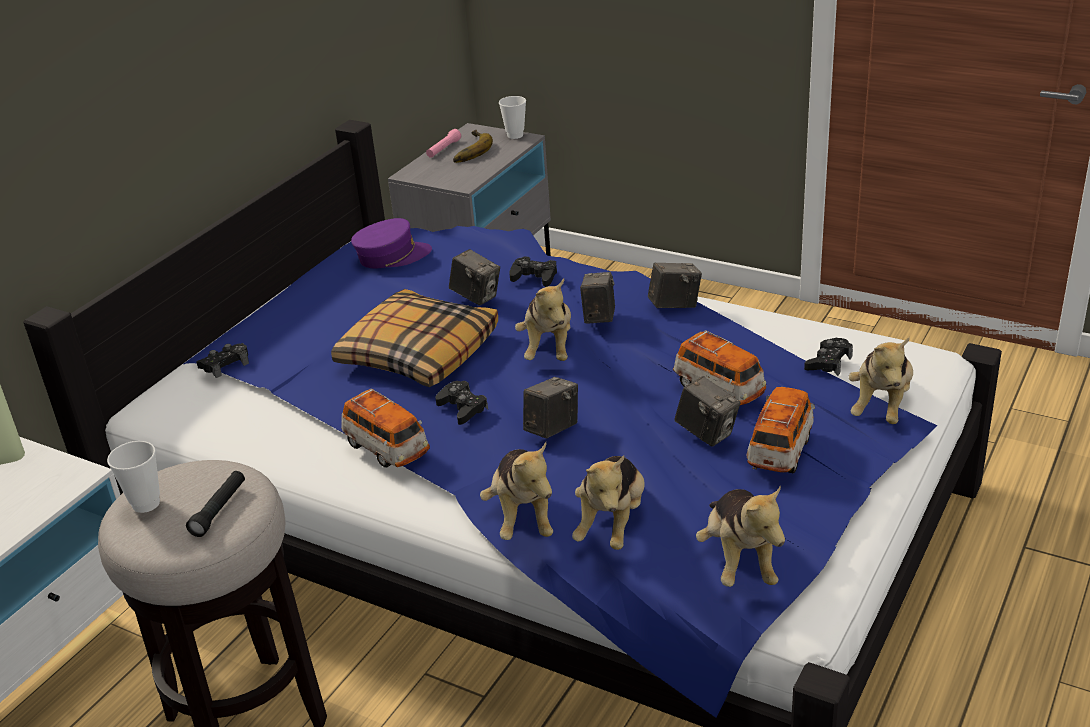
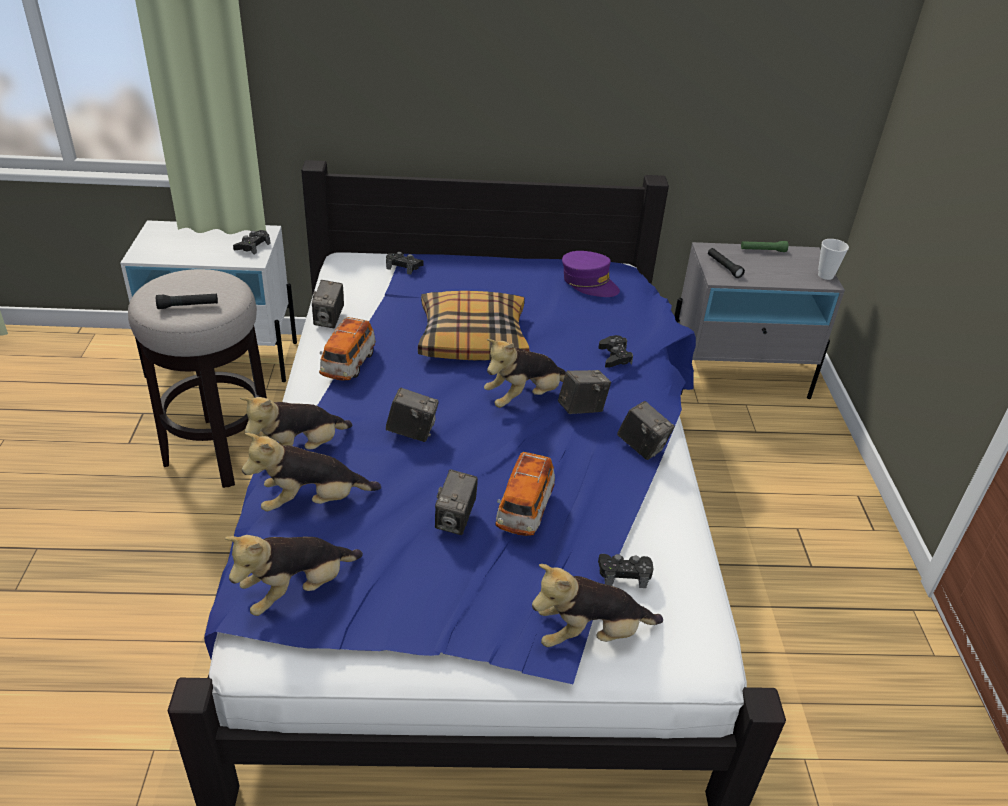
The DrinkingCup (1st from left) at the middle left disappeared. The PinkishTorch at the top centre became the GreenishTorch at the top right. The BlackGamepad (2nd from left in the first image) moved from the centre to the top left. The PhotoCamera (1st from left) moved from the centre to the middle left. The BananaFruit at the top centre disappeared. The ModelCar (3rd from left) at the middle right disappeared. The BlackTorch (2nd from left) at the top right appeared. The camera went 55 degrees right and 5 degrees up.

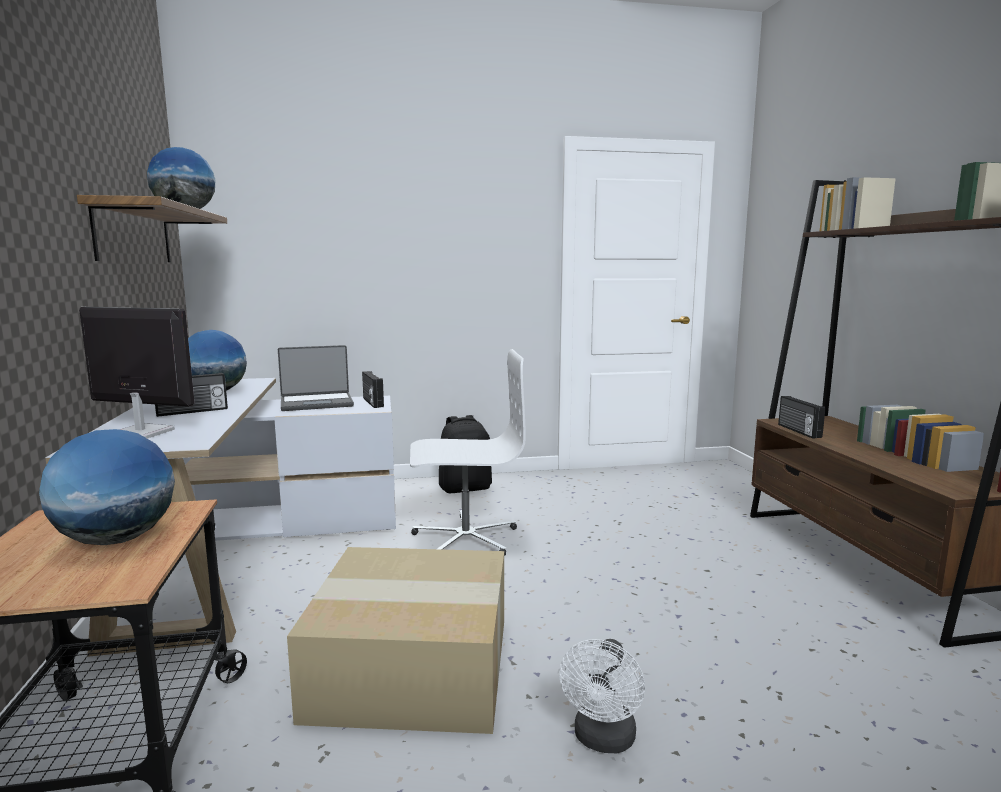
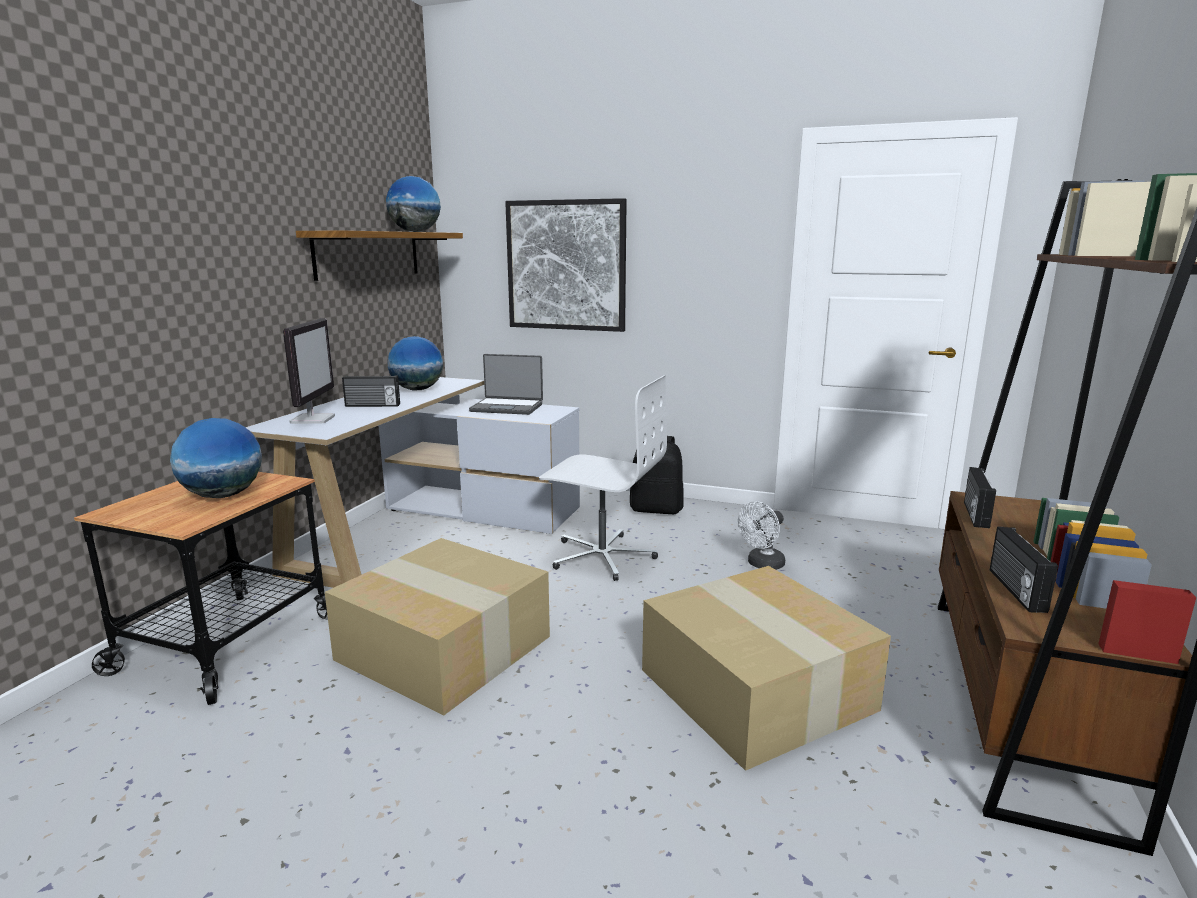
The Monitor at the middle left turned 45 degrees clockwise. The RadioReceiver (2nd from left in the first image) moved from the centre to the middle right. The WhiteElectricFan moved from the bottom centre to the centre. The WallPicture at the top centre appeared. The PackingBox (2nd from left) at the bottom centre appeared. The camera went 30 degrees right and 5 degrees up.

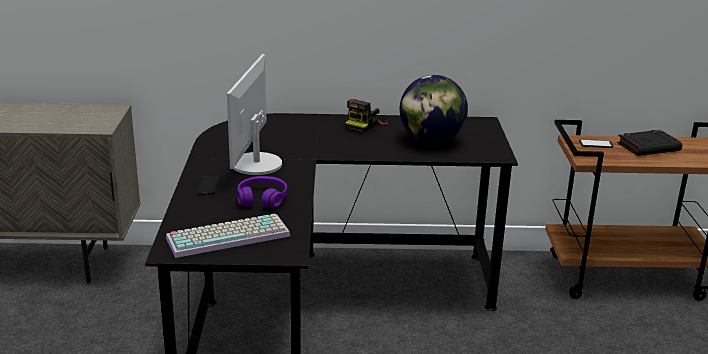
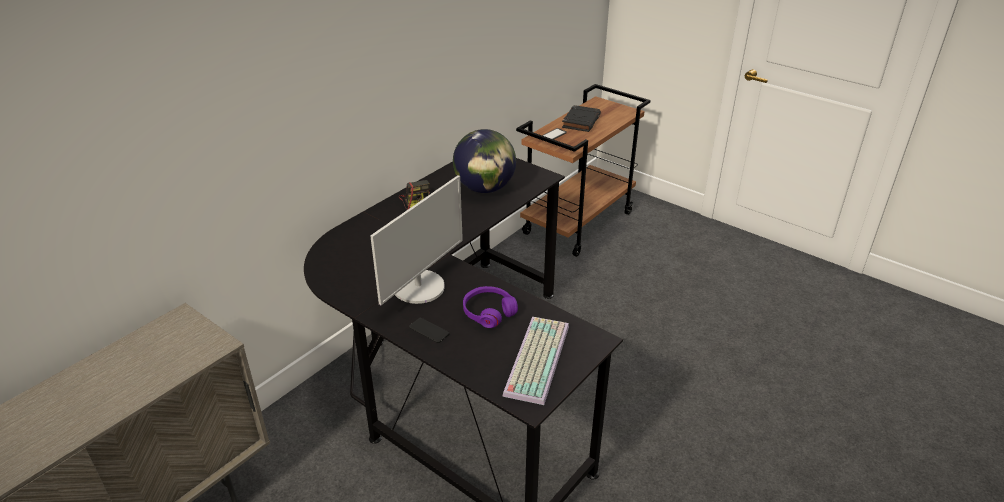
The Monitor at the top centre turned 105 degrees counterclockwise. The camera went 50 degrees left and 10 degrees up.

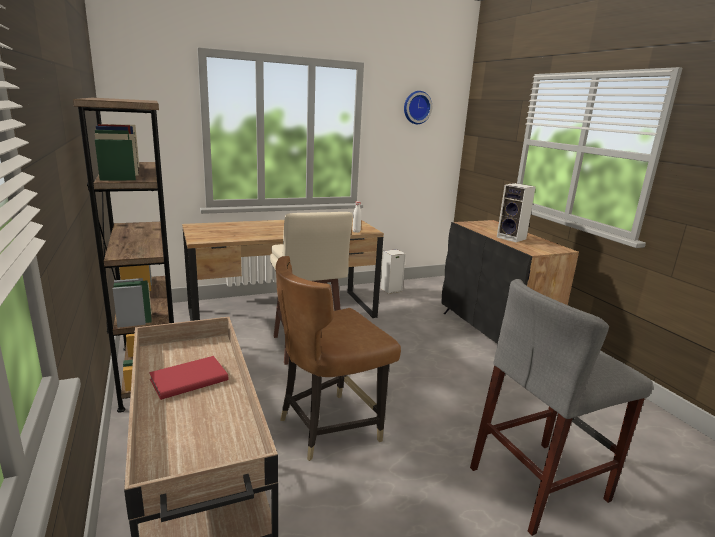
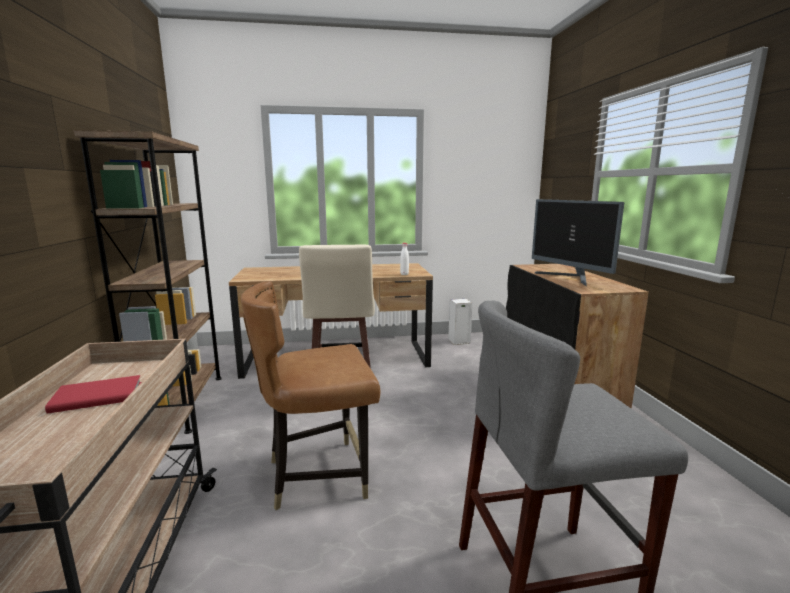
The HangingClock at the top centre disappeared. The AudioSpeaker (2nd from left) at the middle right was replaced by the Monitor at the middle right. The camera went 15 degrees right and 5 degrees down.

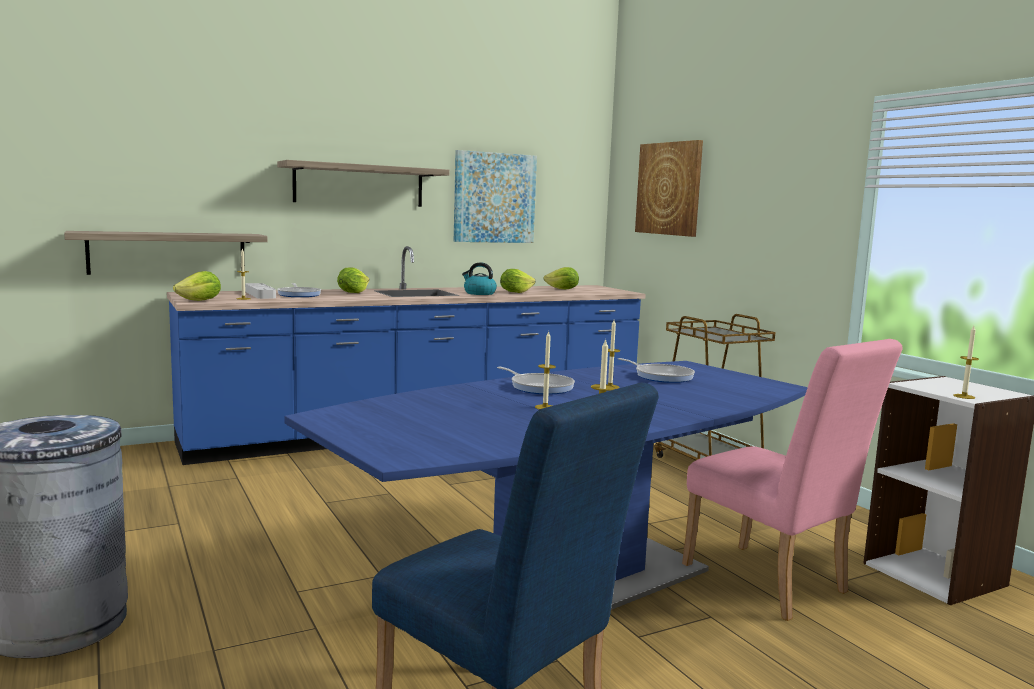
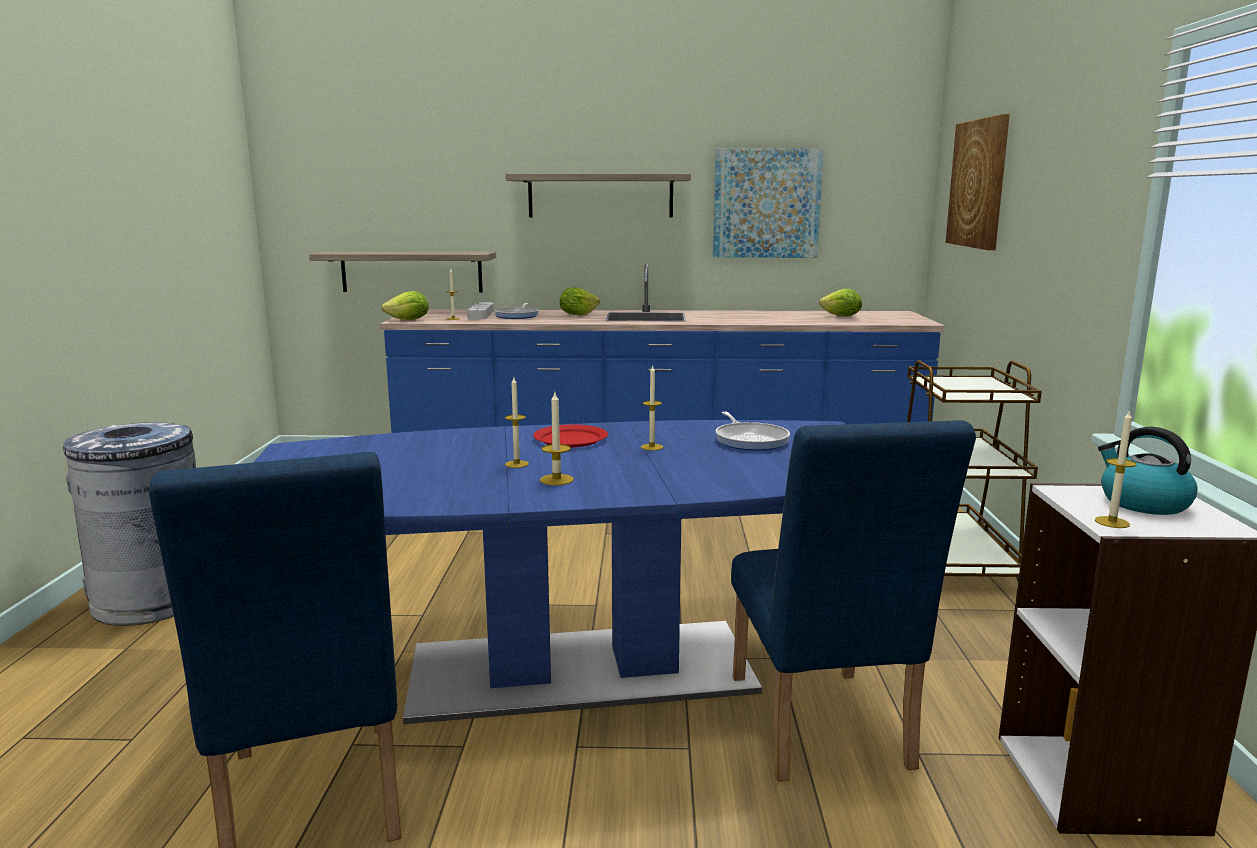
The TeaKettle moved from the centre to the middle right. The FryingPan (2nd from left) at the centre was replaced by the RedColouredDinnerPlate at the centre. The HeadOfLettuce (3rd from left) at the centre disappeared. The PinkishChair at the bottom right became the BlueColouredChair (2nd from left) at the bottom right. The camera went 30 degrees right and 5 degrees up.

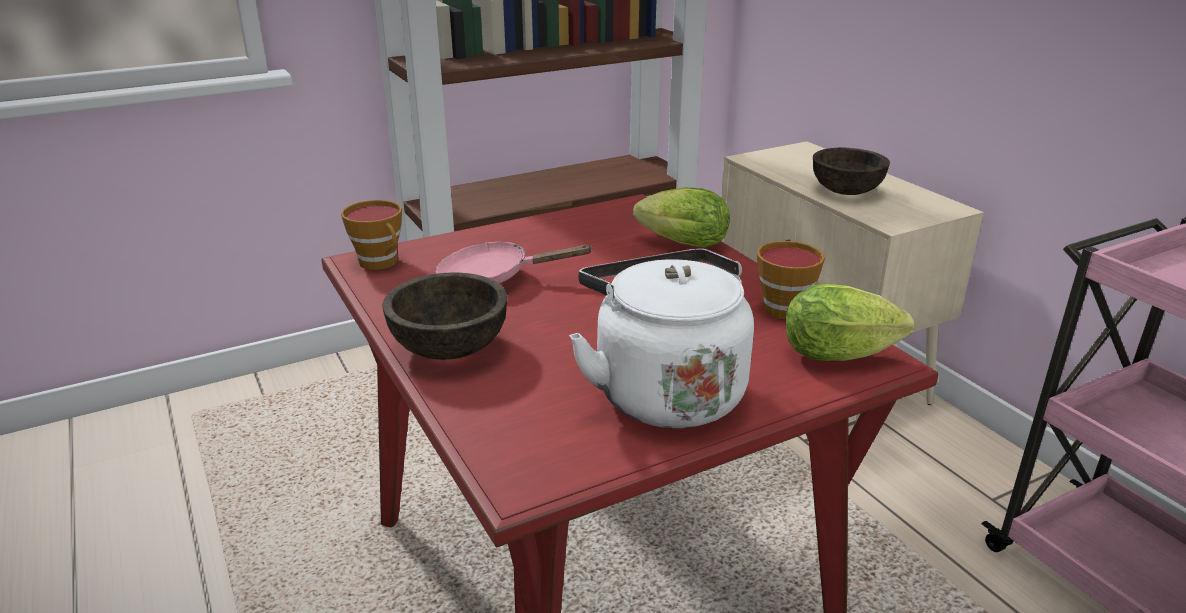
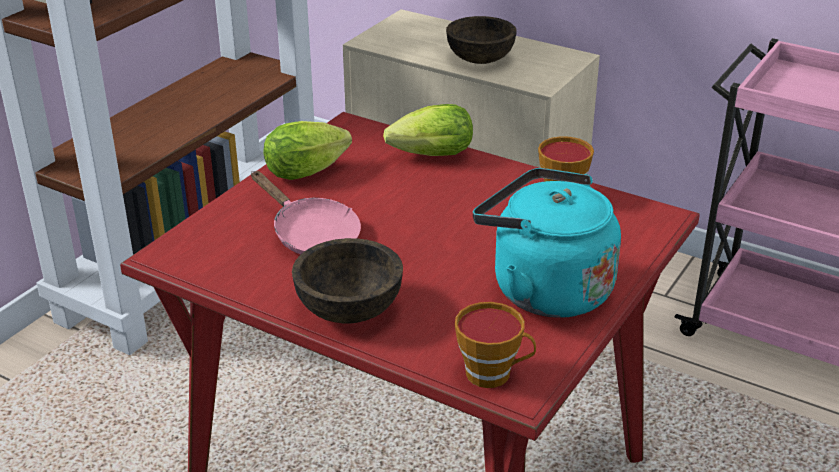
The DrinkingCup (1st from left) moved from the middle left to the bottom centre. The PinkishFryingPan at the centre turned 105 degrees counterclockwise. The WhiteTeaKettle at the centre became the TurquoiseTeaKettle at the centre. The HeadOfLettuce (2nd from left in the first image) moved from the middle right to the top centre. The camera went 30 degrees left and 5 degrees up.

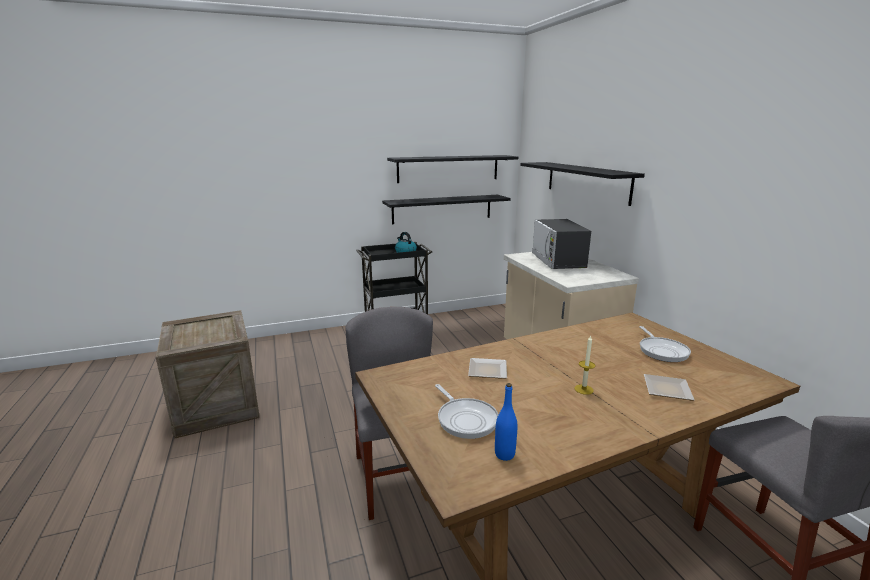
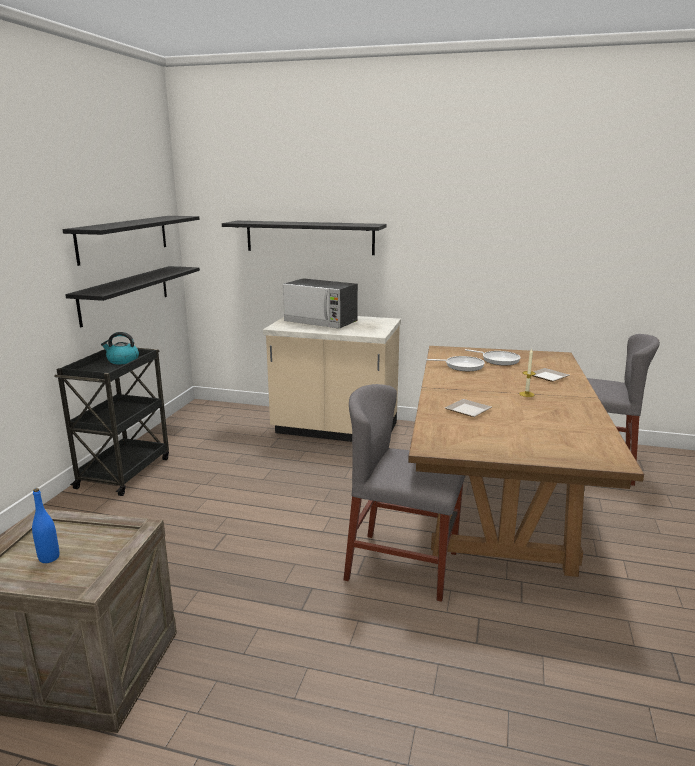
The FryingPan (1st from left) moved from the bottom centre to the centre. The BlueColouredBottle moved from the bottom centre to the bottom left. The camera went 55 degrees left and 0 degrees up.

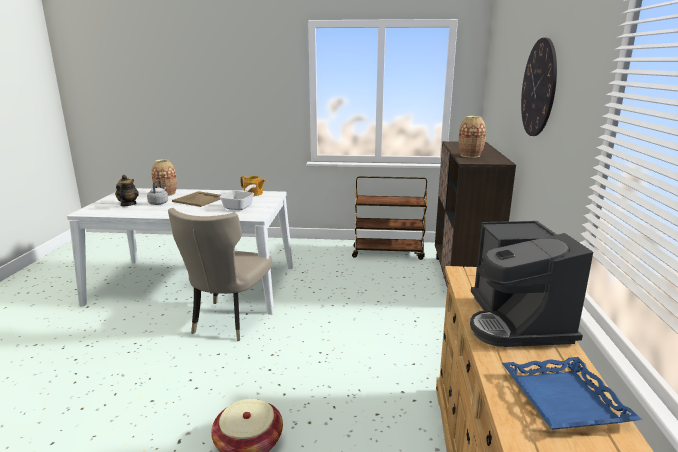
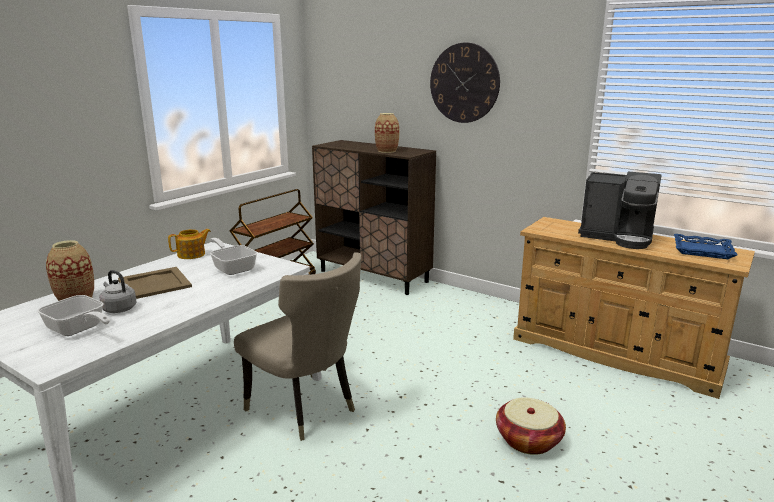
The Teapot (1st from left) at the middle left was replaced by the FryingPan (1st from left) at the middle left. The camera went 60 degrees left and 0 degrees up.

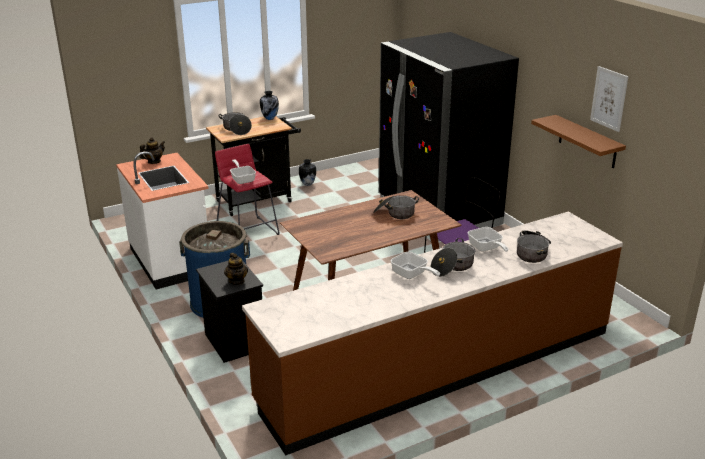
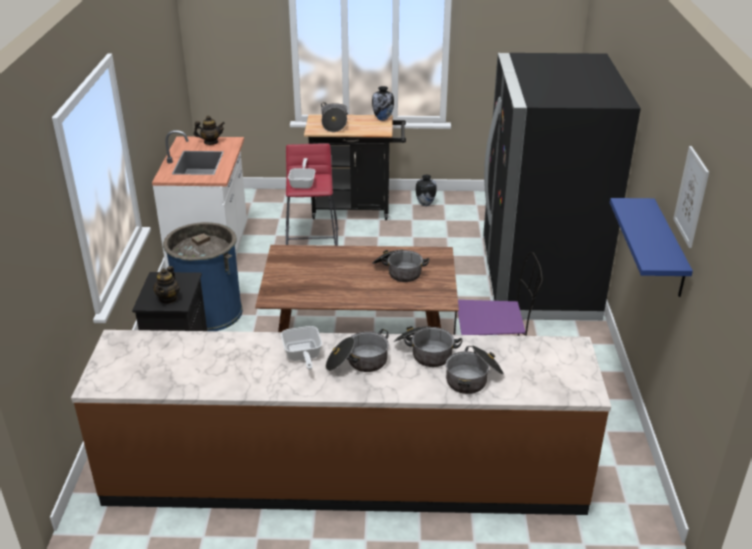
The FryingPan (3rd from left) at the middle right was replaced by the Saucepot (4th from left) at the centre. The BrownBracketShelf at the top right became the BlueColouredBracketShelf at the middle right. The camera went 30 degrees right and 5 degrees up.

